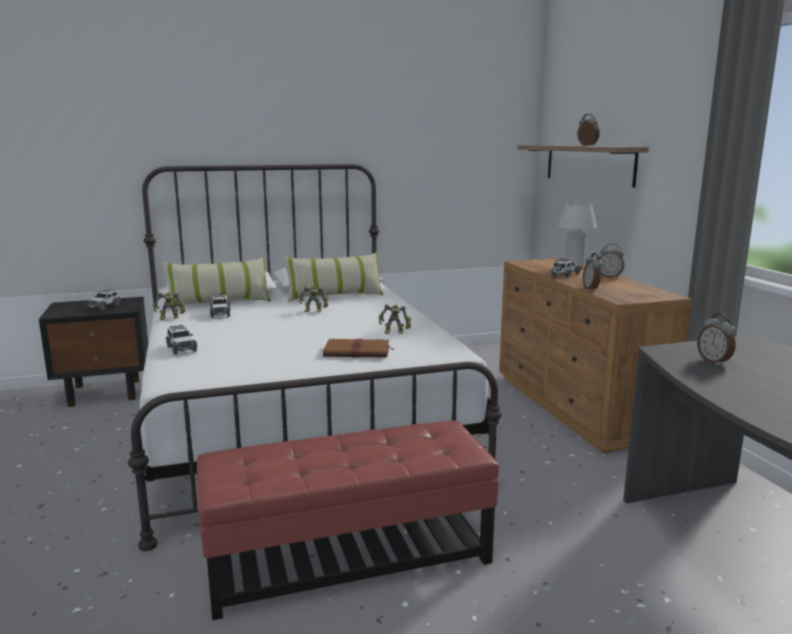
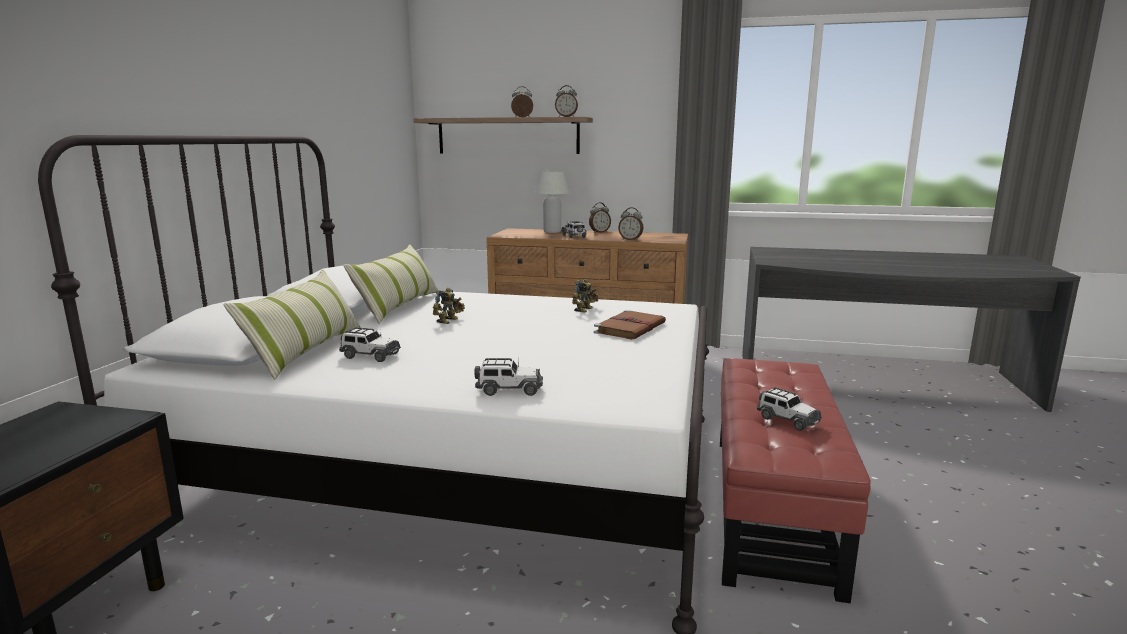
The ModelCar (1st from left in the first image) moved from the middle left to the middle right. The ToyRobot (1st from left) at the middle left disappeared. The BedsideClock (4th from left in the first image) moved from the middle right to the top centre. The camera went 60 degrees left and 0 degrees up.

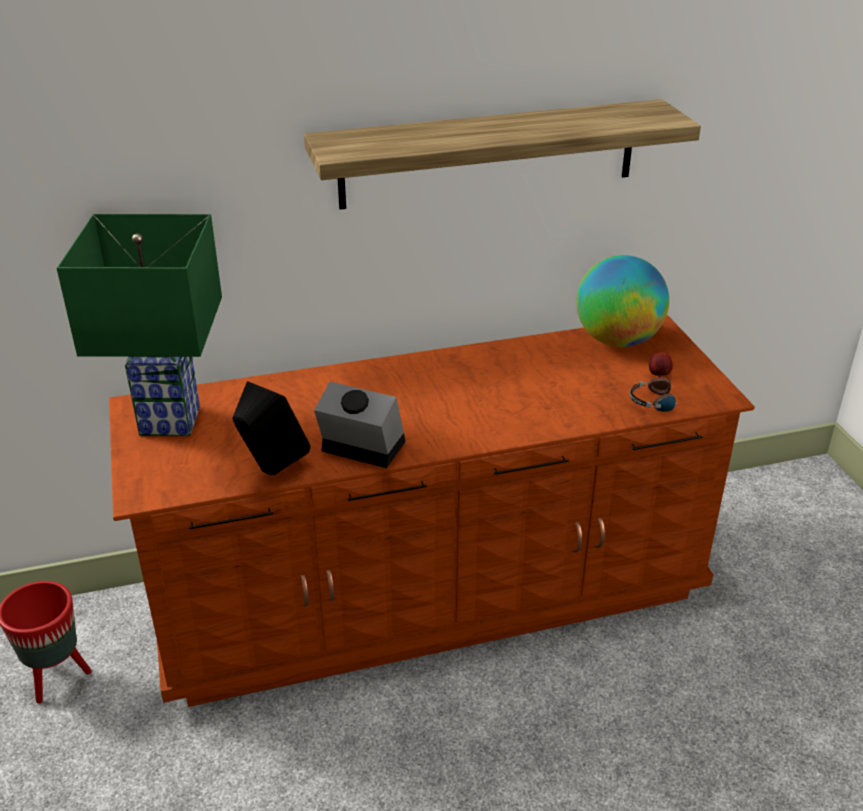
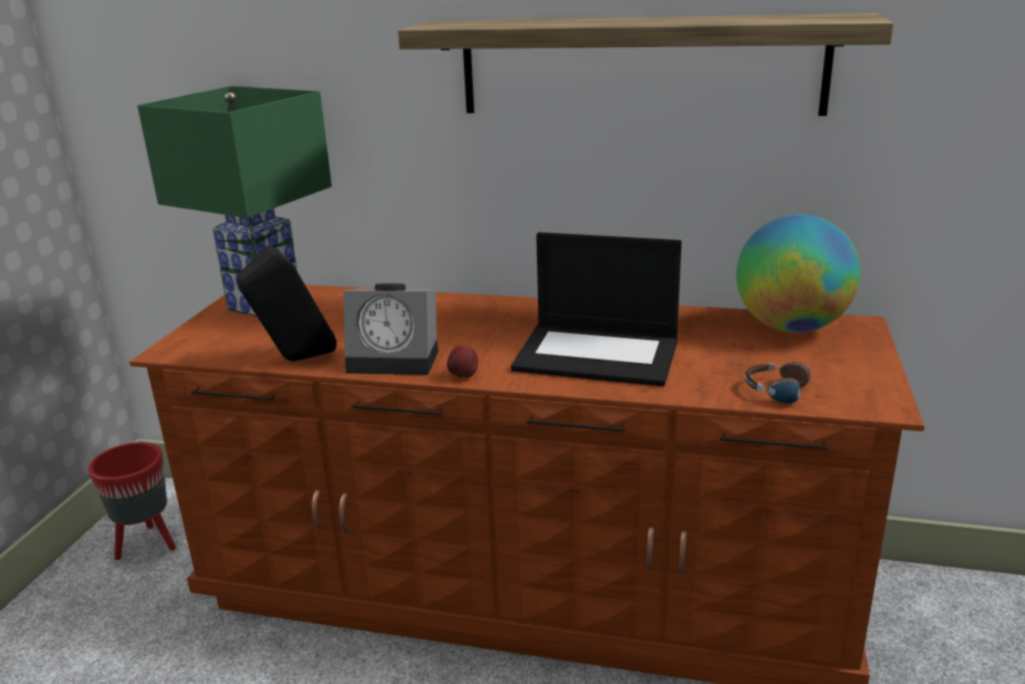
The BedsideClock at the centre turned 135 degrees clockwise. The AppleFruit moved from the middle right to the centre. The Laptop at the centre appeared. The camera went 30 degrees right and 10 degrees down.

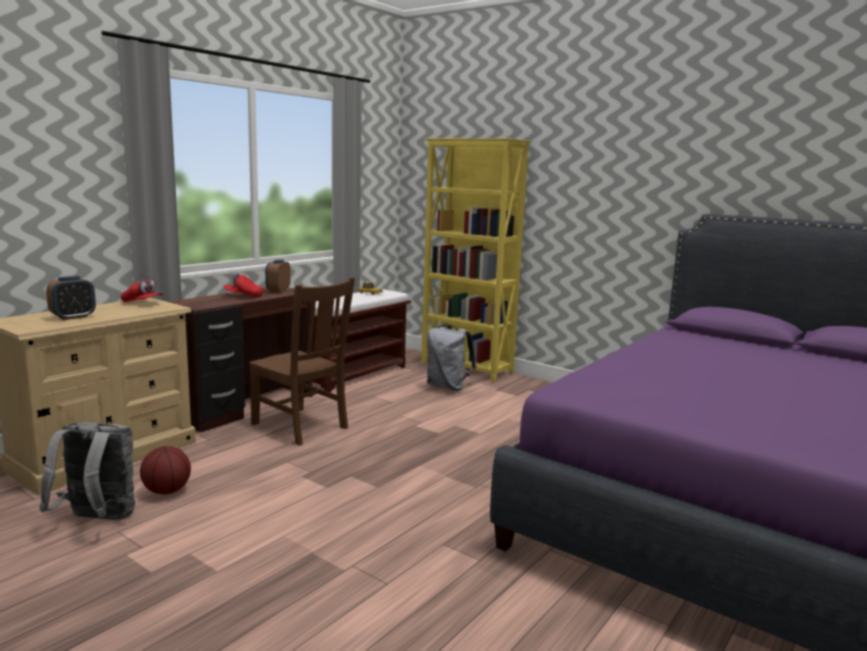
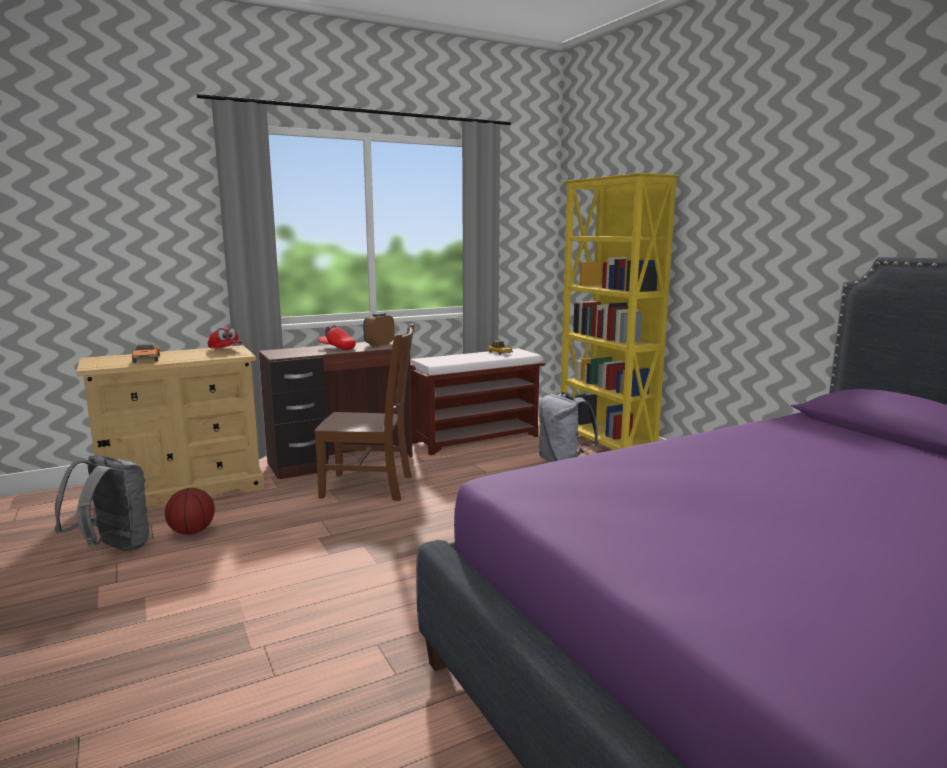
The BedsideClock (1st from left) at the middle left was replaced by the ModelCar (1st from left) at the middle left. The BrownChair at the centre turned 60 degrees counterclockwise. The camera went 25 degrees right and 0 degrees up.

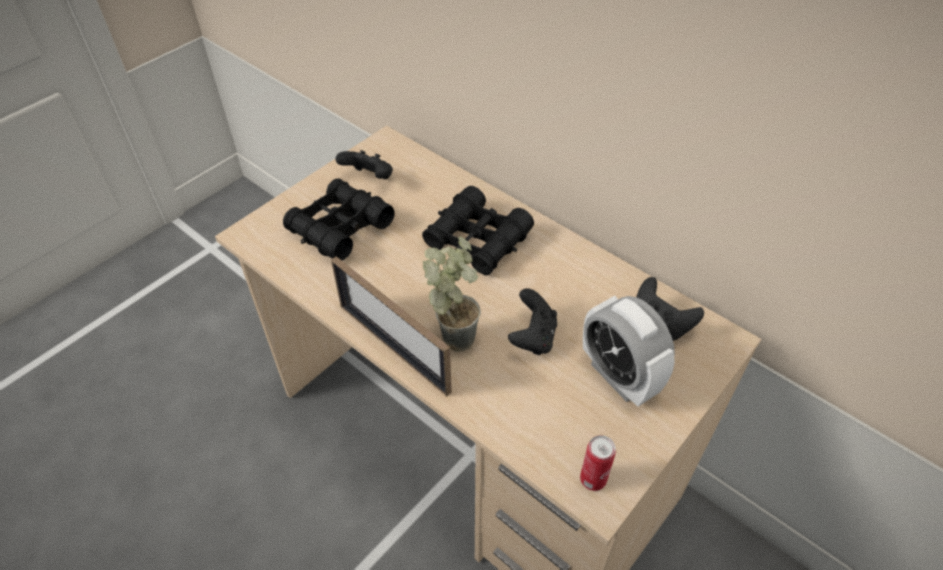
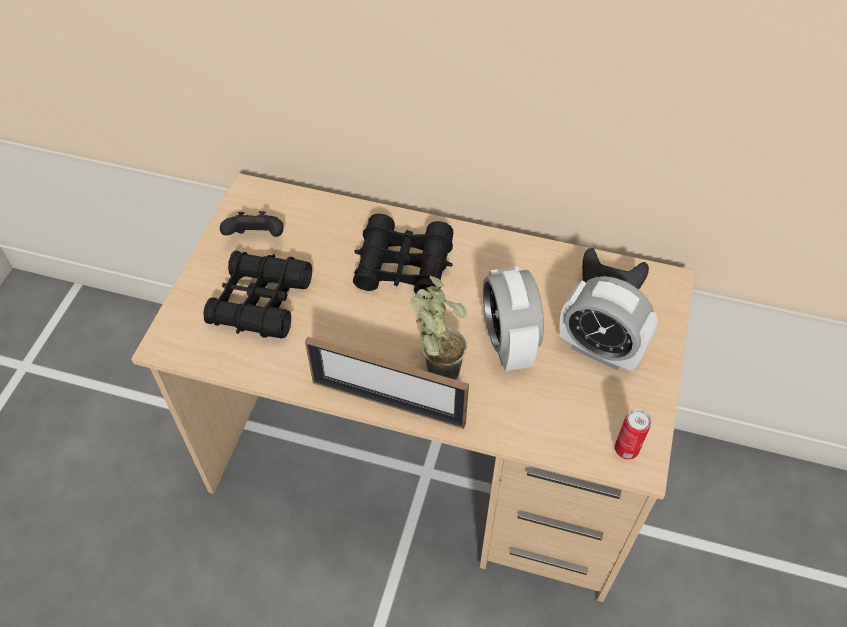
The BlackGamepad (2nd from left) at the centre was replaced by the BedsideClock (1st from left) at the centre. The camera went 25 degrees left and 5 degrees up.

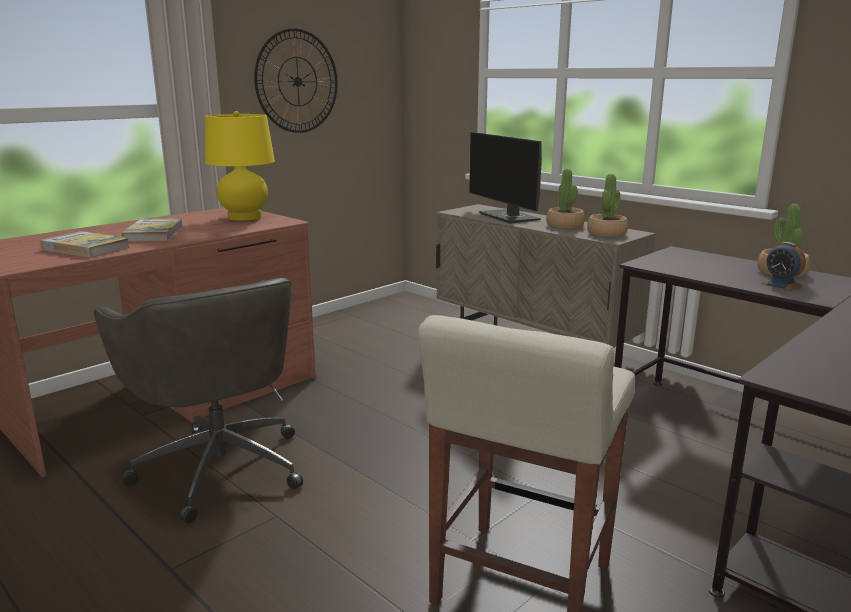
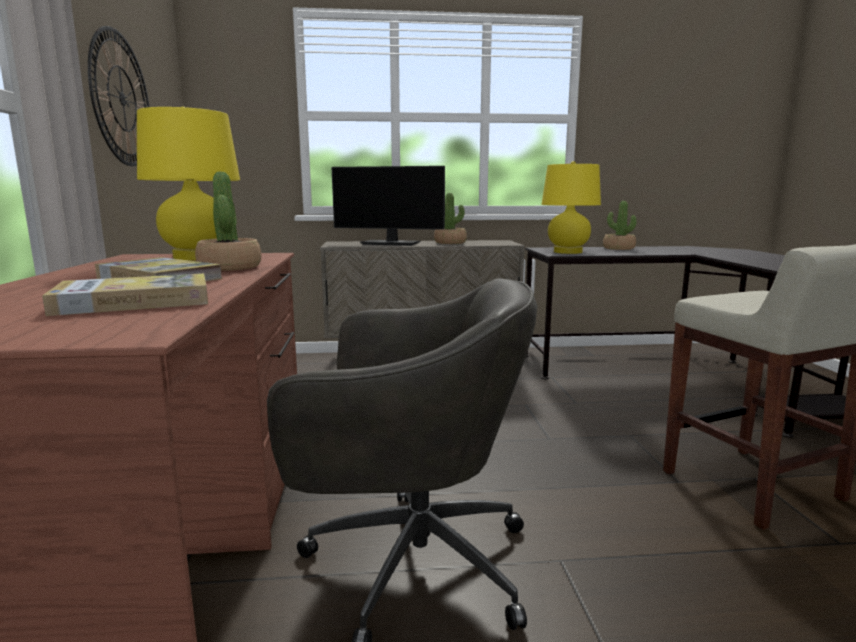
The Houseplant (2nd from left in the first image) moved from the middle right to the middle left. The BedsideClock at the middle right disappeared. The YellowColouredTableLamp (2nd from left) at the top right appeared. The camera went 50 degrees left and 5 degrees down.

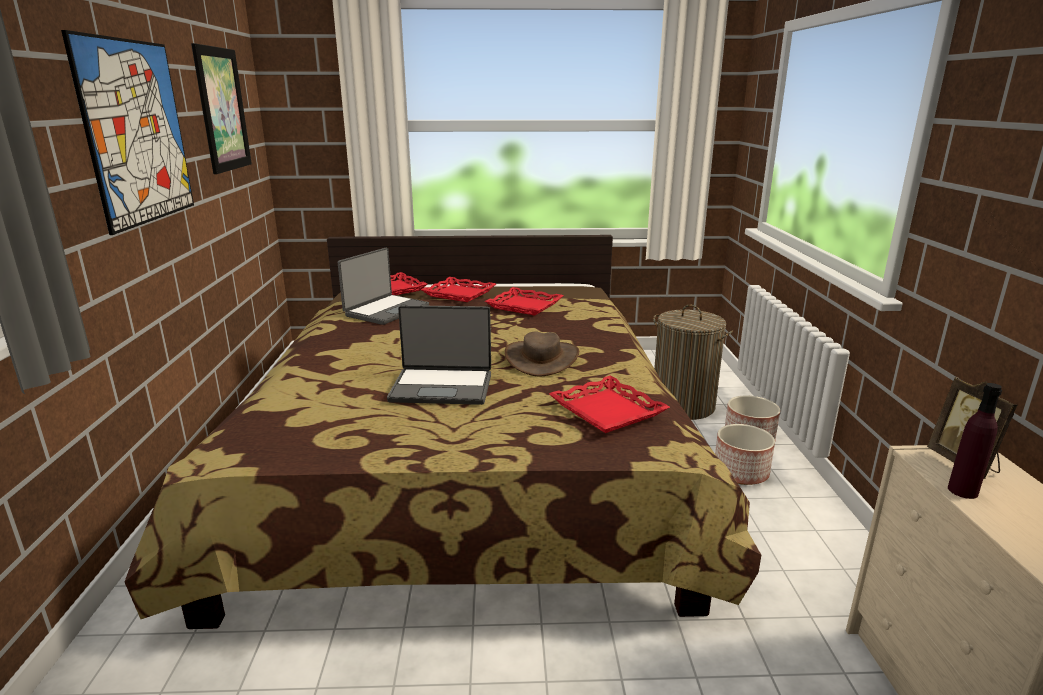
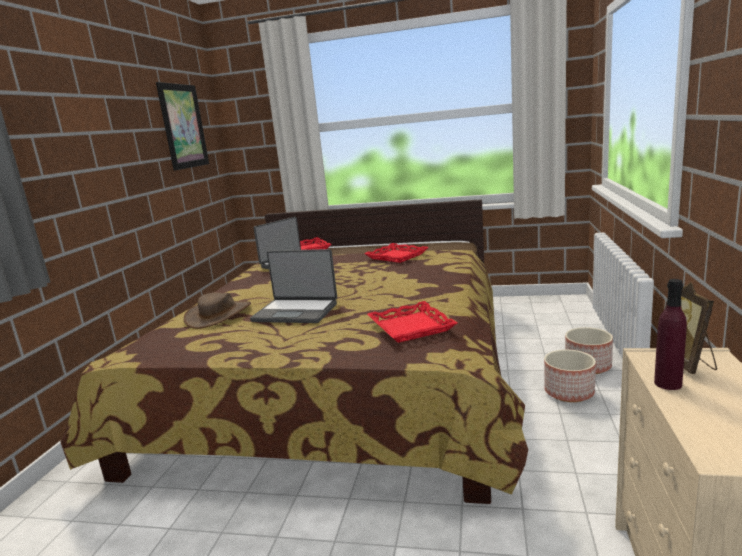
The WallPicture (1st from left) at the top left disappeared. The RedColouredTray (2nd from left) at the centre disappeared. The BrownClothingHat moved from the centre to the middle left. The LaundryBasket at the centre disappeared. The camera went 15 degrees right and 5 degrees down.

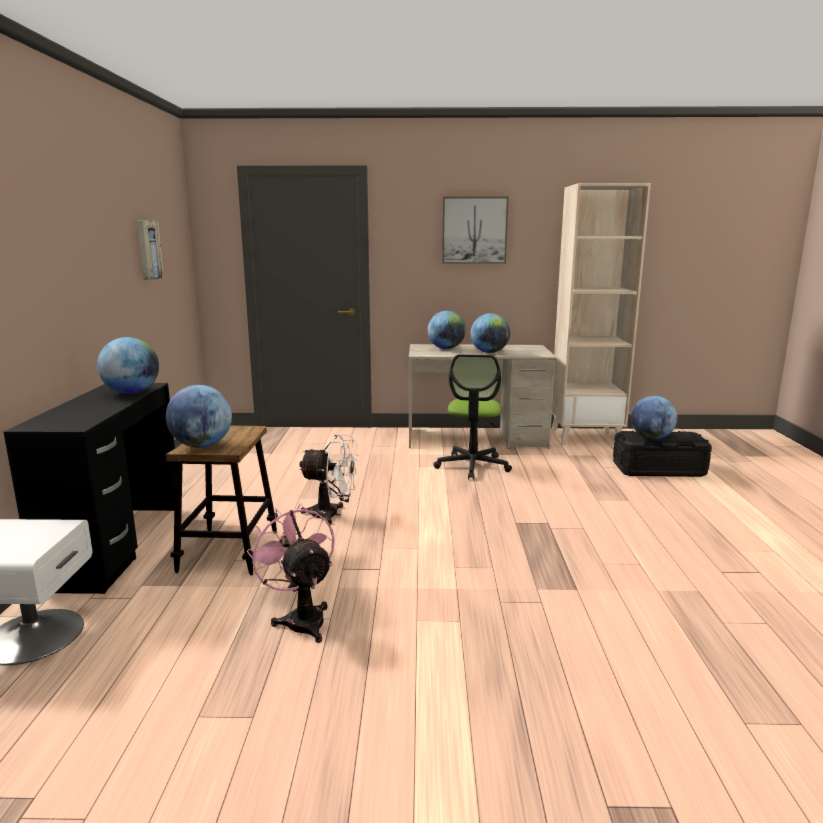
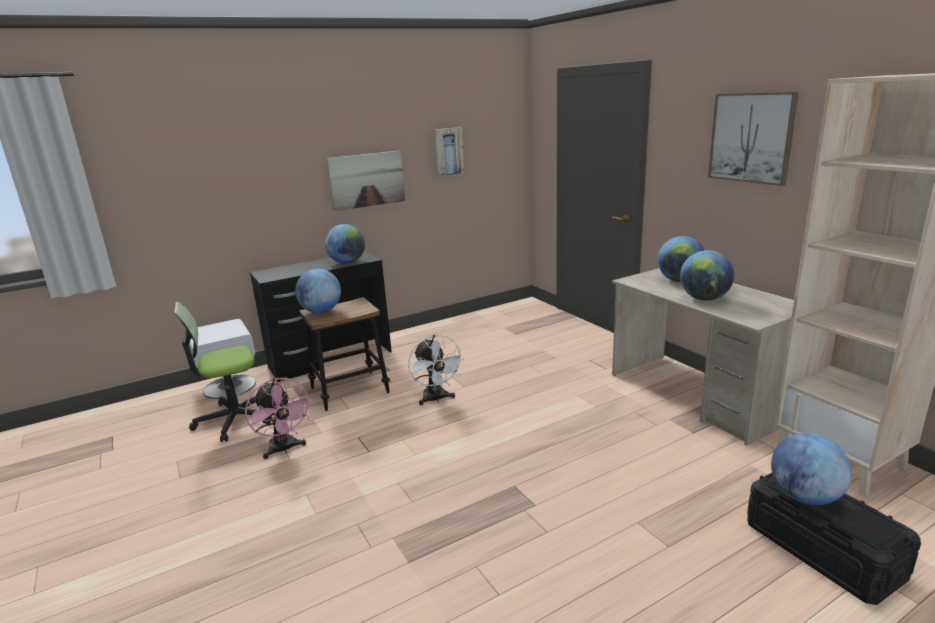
The PinkishElectricFan at the bottom centre turned 120 degrees clockwise. The OfficeChair moved from the centre to the middle left. The WallPicture (1st from left) at the top centre appeared. The camera went 60 degrees right and 5 degrees up.

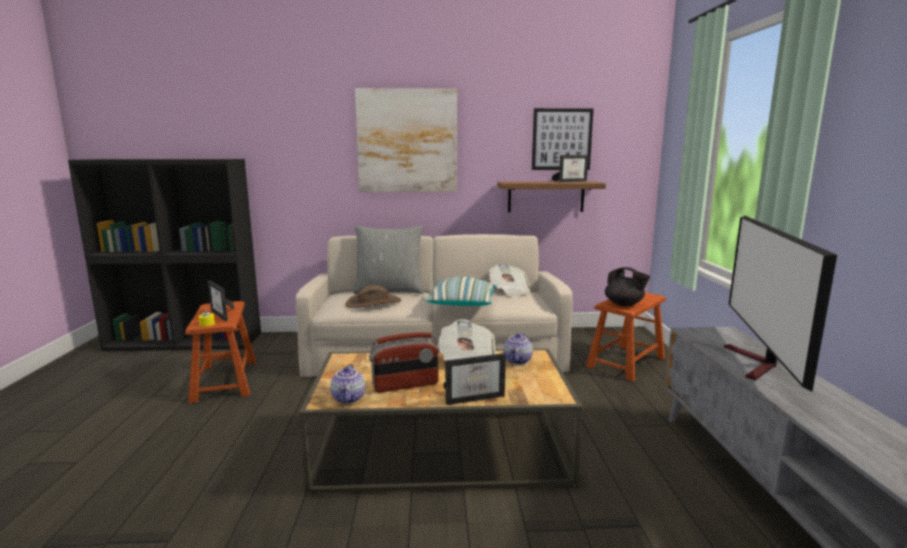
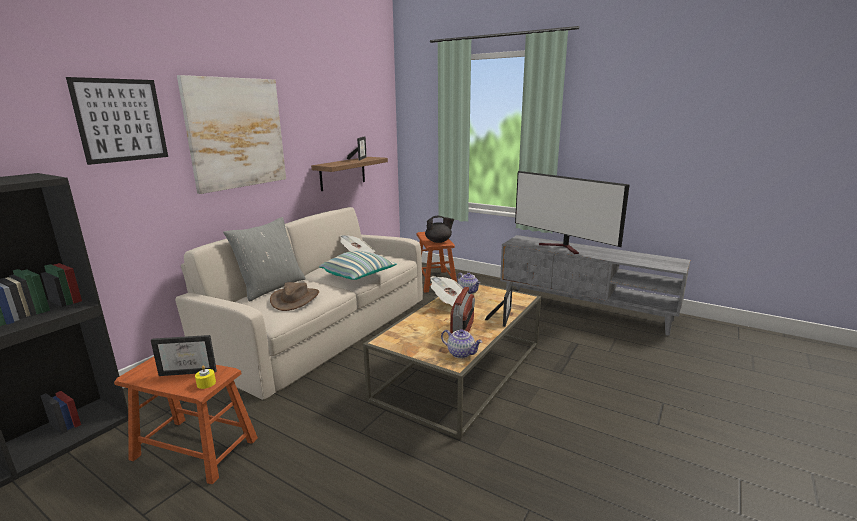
The WallPicture (2nd from left in the first image) moved from the top centre to the top left. The camera went 55 degrees left and 5 degrees up.

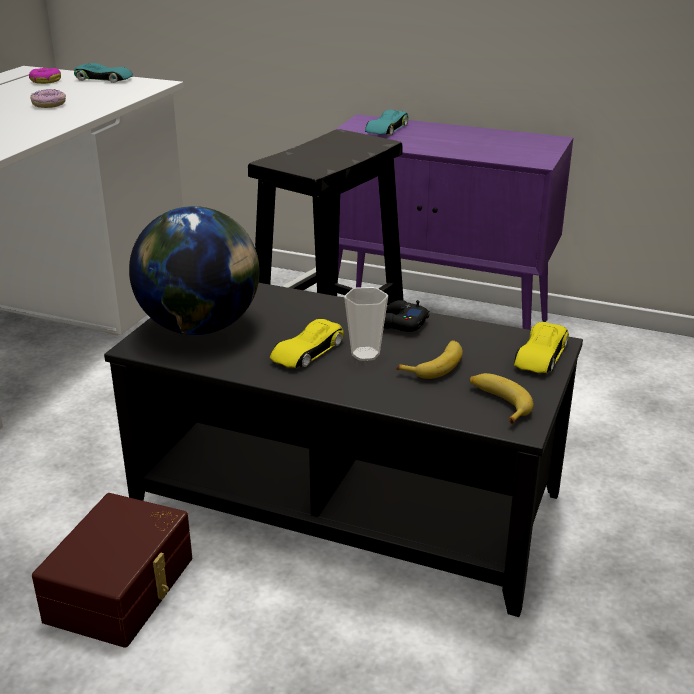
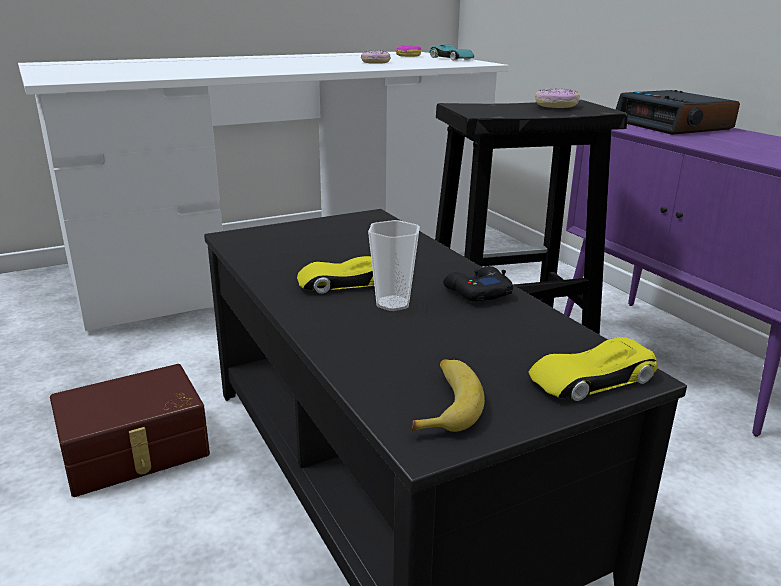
The Globe at the middle left disappeared. The TurquoiseModelCar (2nd from left) at the top centre was replaced by the BedsideClock at the top right. The BananaFruit (1st from left) at the centre disappeared. The Doughnut (3rd from left) at the top right appeared. The camera went 40 degrees right and 5 degrees down.

